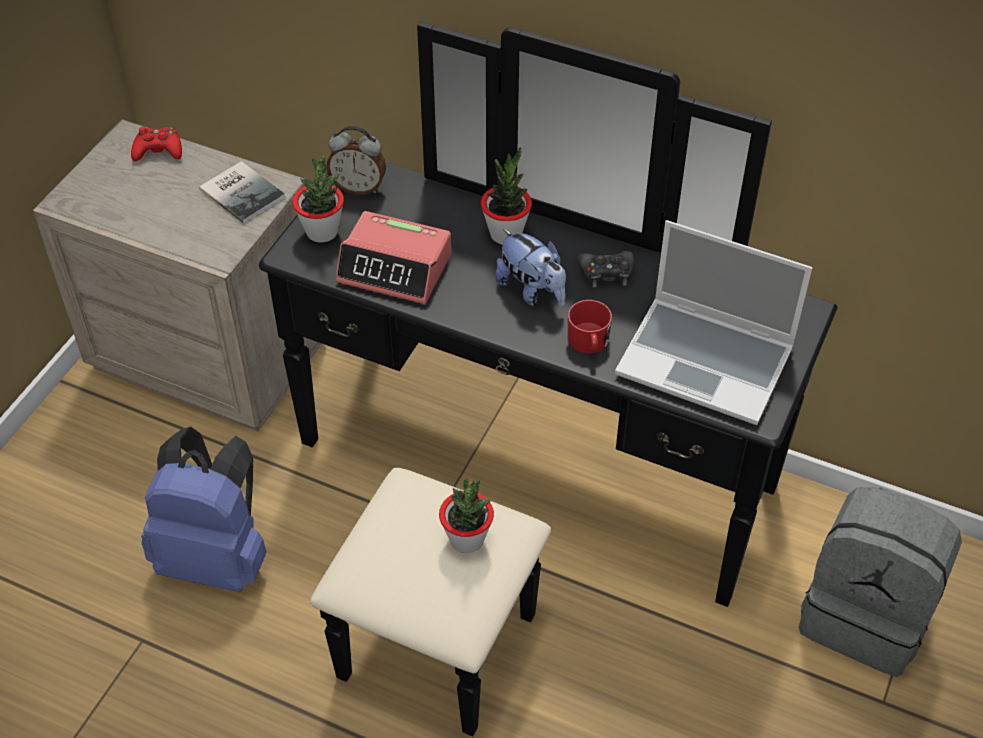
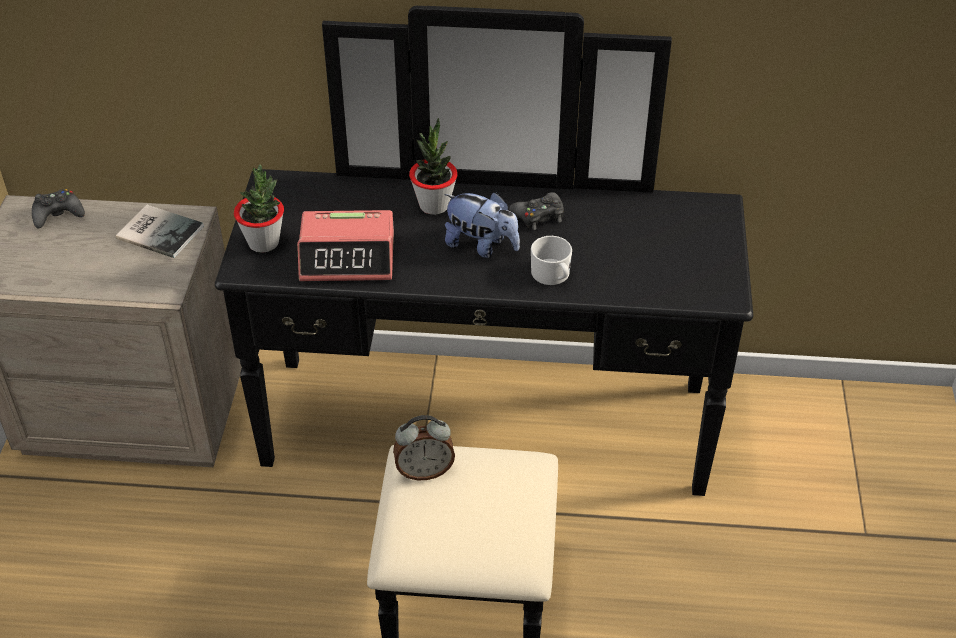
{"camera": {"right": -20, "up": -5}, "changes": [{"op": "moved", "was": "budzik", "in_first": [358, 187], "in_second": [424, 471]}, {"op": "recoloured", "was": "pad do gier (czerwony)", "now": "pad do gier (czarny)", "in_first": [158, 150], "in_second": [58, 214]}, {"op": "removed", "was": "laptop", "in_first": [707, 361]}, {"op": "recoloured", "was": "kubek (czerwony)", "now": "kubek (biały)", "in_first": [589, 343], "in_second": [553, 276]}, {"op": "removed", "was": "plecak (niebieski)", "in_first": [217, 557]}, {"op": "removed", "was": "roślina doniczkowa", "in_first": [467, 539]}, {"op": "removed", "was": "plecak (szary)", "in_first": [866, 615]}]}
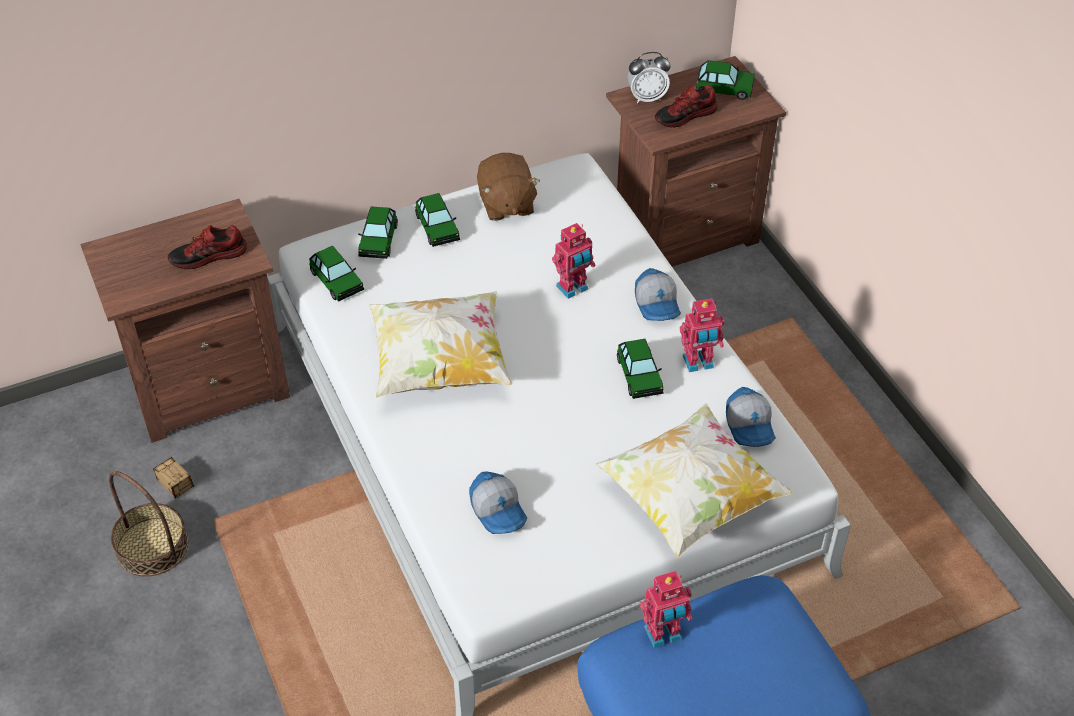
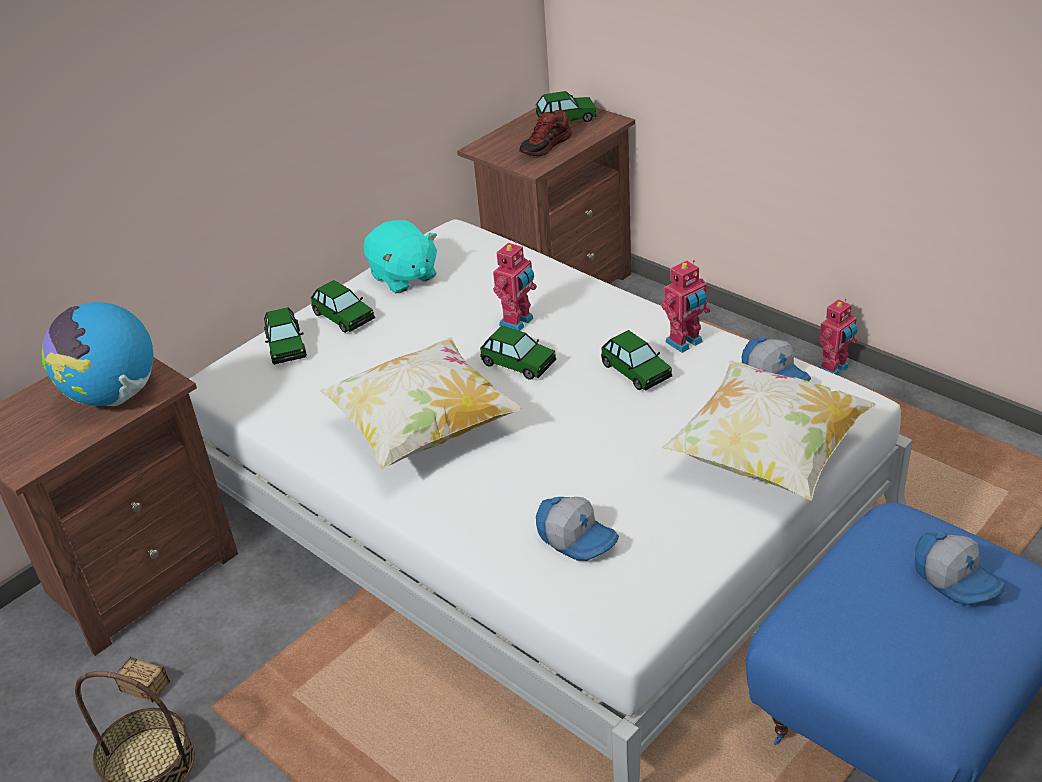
{"camera": {"right": -20, "up": -10}, "changes": [{"op": "removed", "was": "budzik", "in_first": [647, 98]}, {"op": "recoloured", "was": "pluszak (brązowy)", "now": "pluszak (turkusowy)", "in_first": [506, 204], "in_second": [403, 277]}, {"op": "replaced", "was": "but", "now": "globus", "in_first": [208, 257], "in_second": [113, 396]}, {"op": "moved", "was": "samochodzik", "in_first": [337, 281], "in_second": [518, 363]}, {"op": "moved", "was": "czapka z daszkiem", "in_first": [658, 304], "in_second": [956, 578]}, {"op": "moved", "was": "robot zabawkowy", "in_first": [663, 635], "in_second": [834, 369]}]}
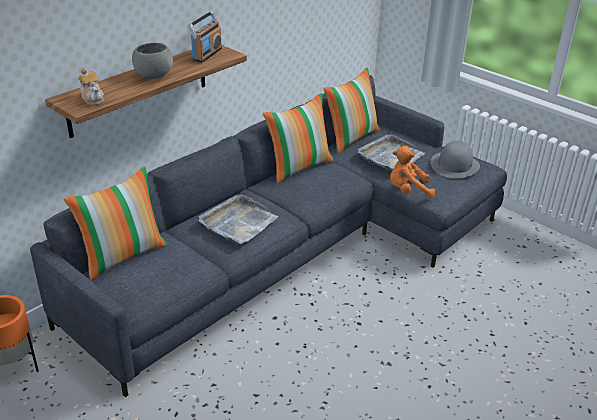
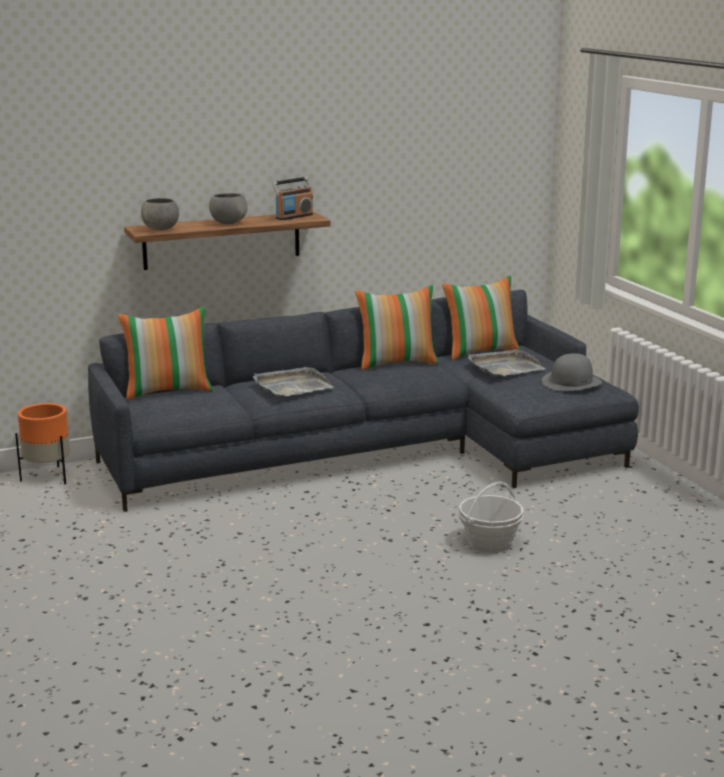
{"camera": {"right": 25, "up": -15}, "changes": [{"op": "replaced", "was": "imbryk", "now": "miska (szary)", "in_first": [93, 98], "in_second": [161, 229]}, {"op": "removed", "was": "pluszak (pomarańczowy)", "in_first": [408, 190]}, {"op": "added", "now": "koszyk", "in_second": [489, 542]}]}
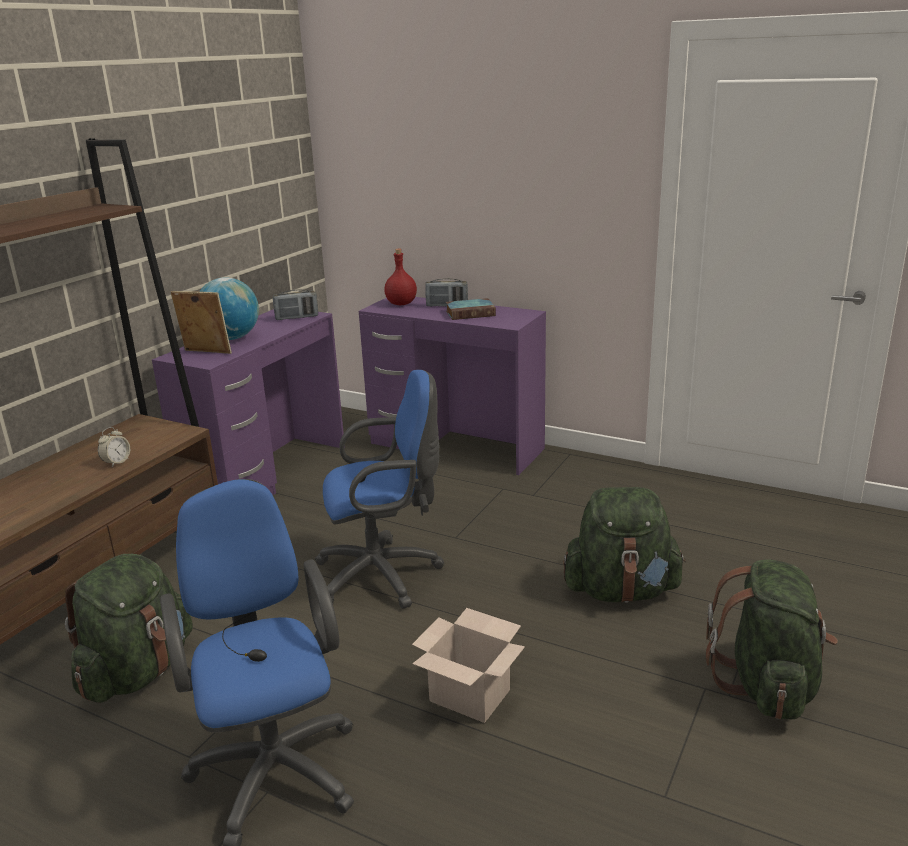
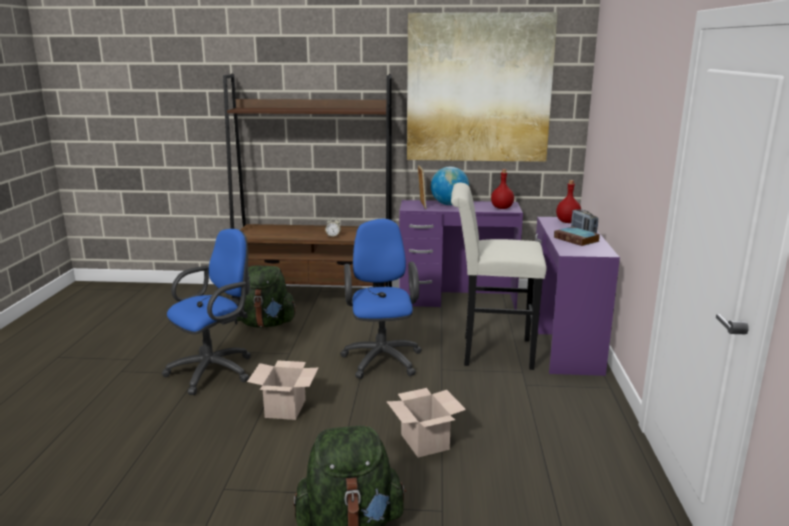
{"camera": {"right": 65, "up": -5}, "changes": [{"op": "replaced", "was": "radio", "now": "butelka (czerwony)", "in_first": [296, 317], "in_second": [502, 208]}, {"op": "turned", "was": "krzesło biurowe (niebieski)", "in_first": [384, 575], "in_second": [382, 358], "clockwise": -150}, {"op": "replaced", "was": "plecak (zielony)", "now": "karton", "in_first": [621, 591], "in_second": [426, 442]}, {"op": "added", "now": "obraz", "in_second": [478, 88]}, {"op": "added", "now": "stołek (biały)", "in_second": [490, 352]}]}
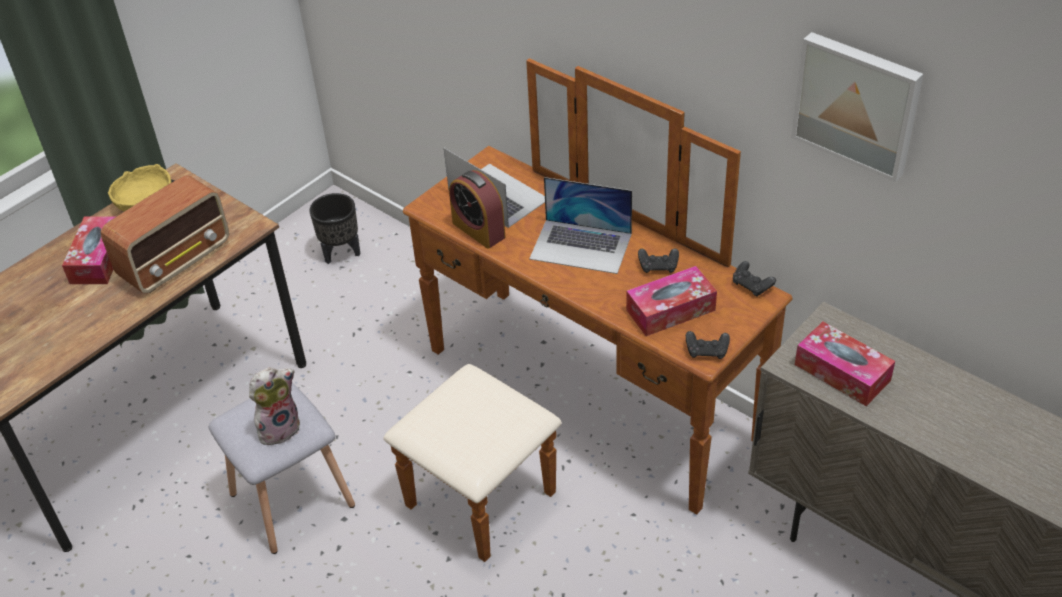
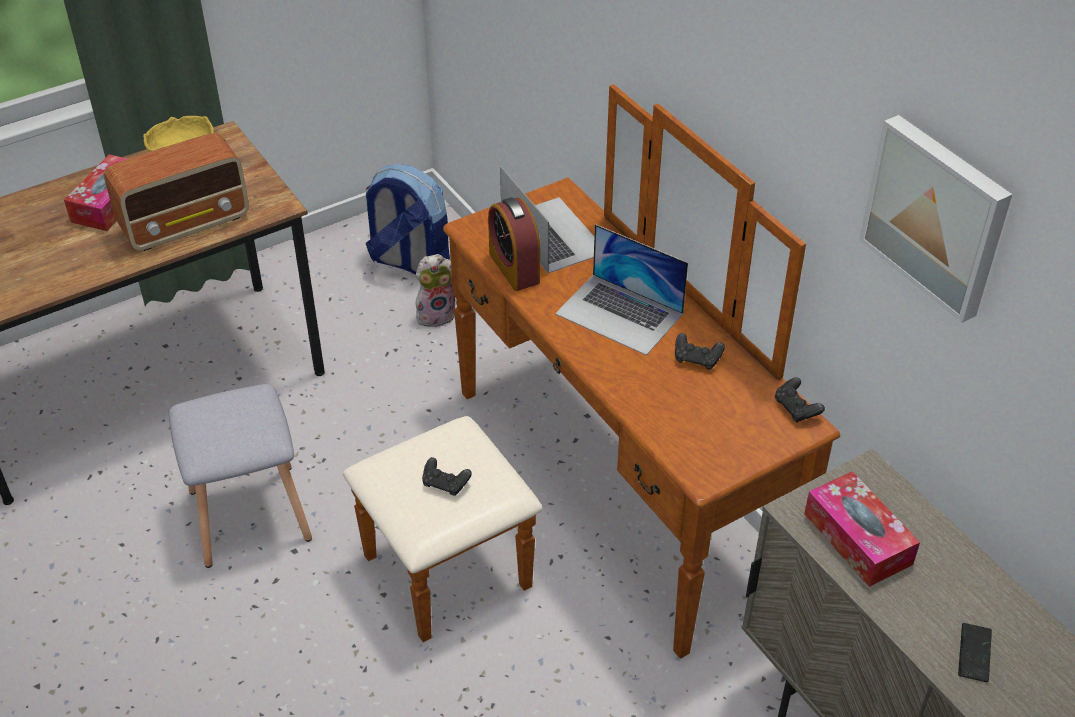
{"camera": {"right": 15, "up": 0}, "changes": [{"op": "replaced", "was": "donica (czarny)", "now": "plecak", "in_first": [340, 253], "in_second": [409, 262]}, {"op": "removed", "was": "pudełko chusteczek", "in_first": [670, 310]}, {"op": "moved", "was": "pad do gier (czarny)", "in_first": [707, 351], "in_second": [445, 484]}, {"op": "moved", "was": "pluszak", "in_first": [279, 428], "in_second": [437, 315]}, {"op": "added", "now": "telefon", "in_second": [974, 653]}]}
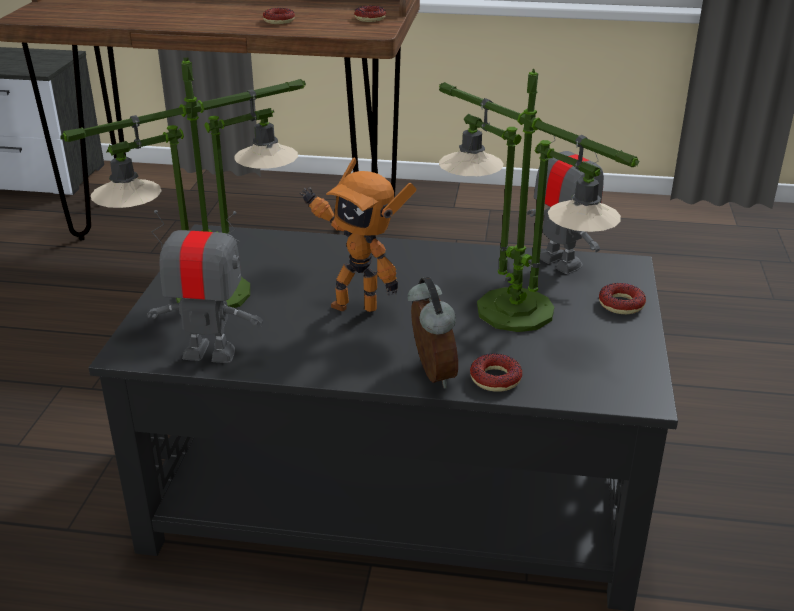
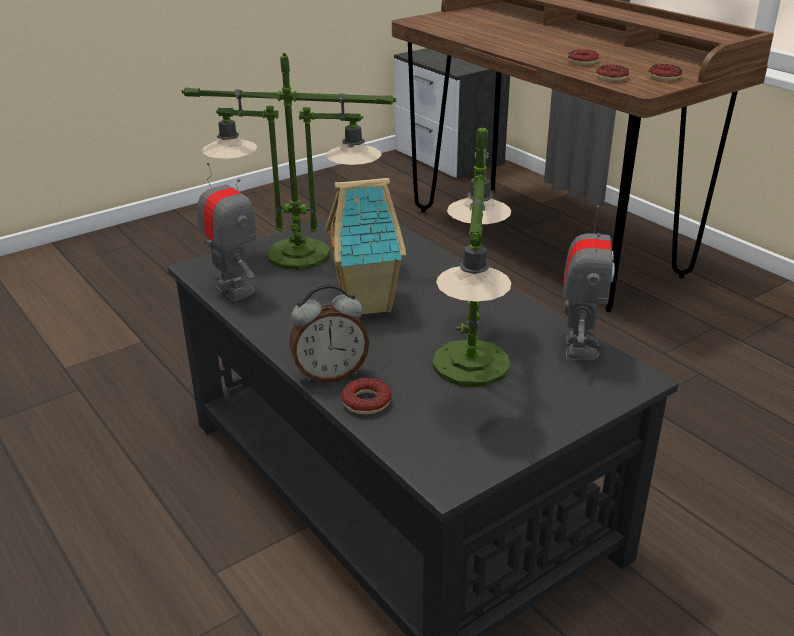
{"camera": {"right": 45, "up": 0}, "changes": [{"op": "replaced", "was": "robot zabawkowy", "now": "domek", "in_first": [355, 305], "in_second": [368, 304]}, {"op": "turned", "was": "budzik", "in_first": [430, 374], "in_second": [330, 374], "clockwise": 45}, {"op": "moved", "was": "donut", "in_first": [621, 304], "in_second": [611, 78]}]}
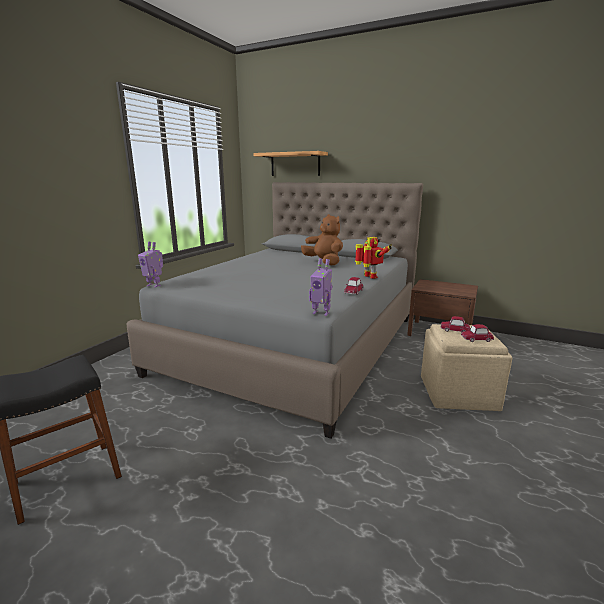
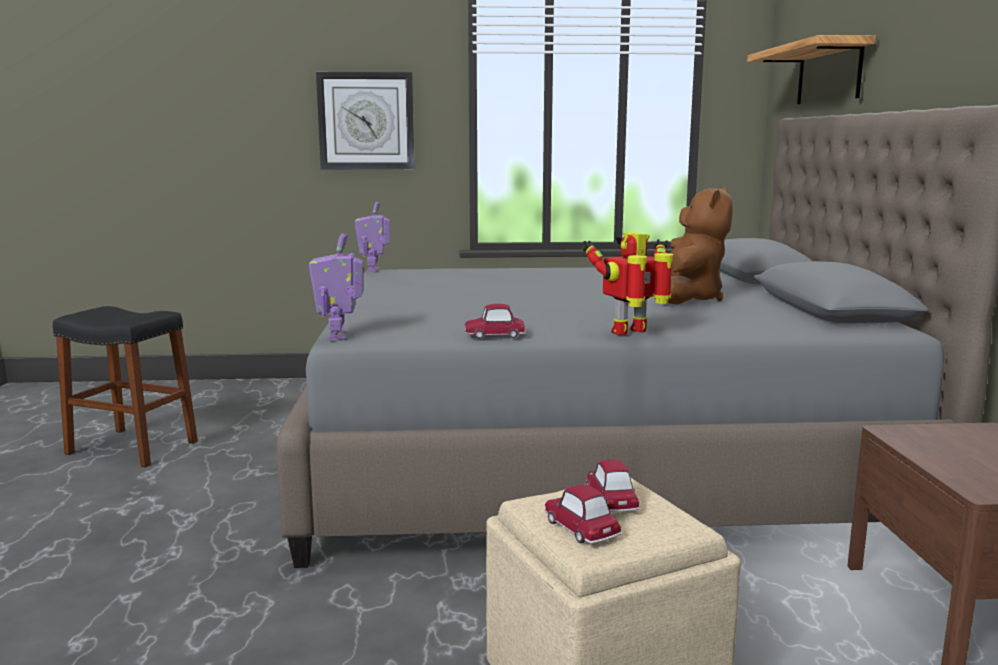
{"camera": {"right": 60, "up": -5}, "changes": [{"op": "turned", "was": "robot zabawkowy", "in_first": [370, 277], "in_second": [632, 332], "clockwise": -150}, {"op": "added", "now": "zegar ścienny", "in_second": [366, 121]}]}
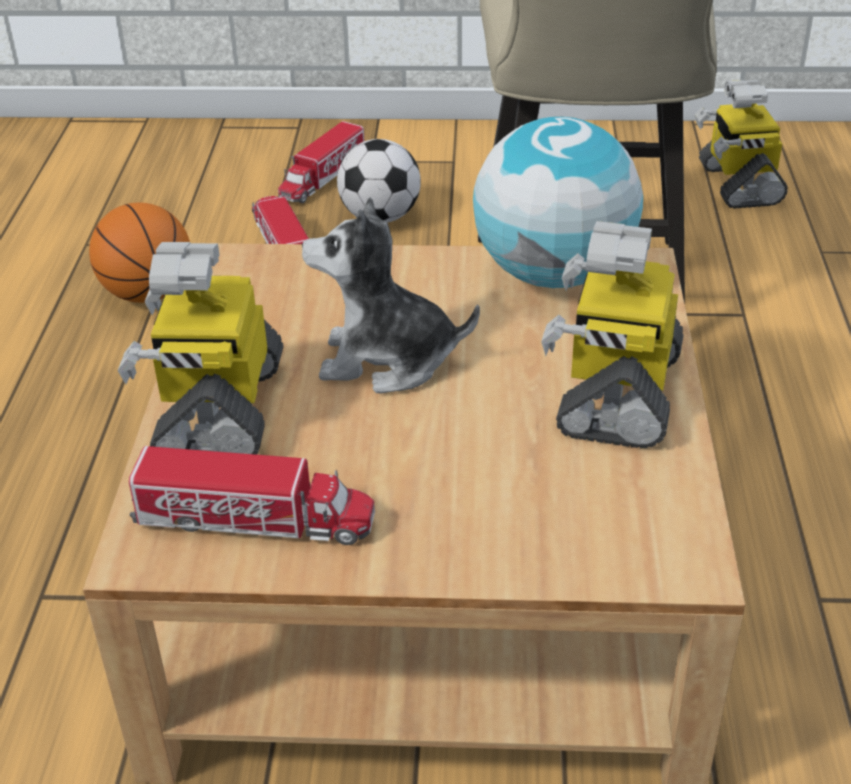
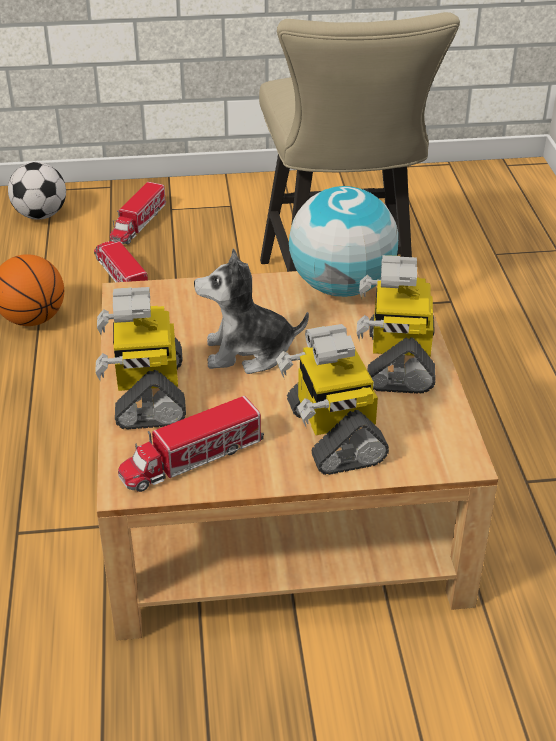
{"camera": {"right": -10, "up": 0}, "changes": [{"op": "moved", "was": "robot zabawkowy", "in_first": [737, 183], "in_second": [332, 433]}, {"op": "moved", "was": "piłka futbolowa", "in_first": [380, 217], "in_second": [41, 215]}, {"op": "turned", "was": "ciężarówka zabawkowa", "in_first": [254, 520], "in_second": [192, 459], "clockwise": 150}]}
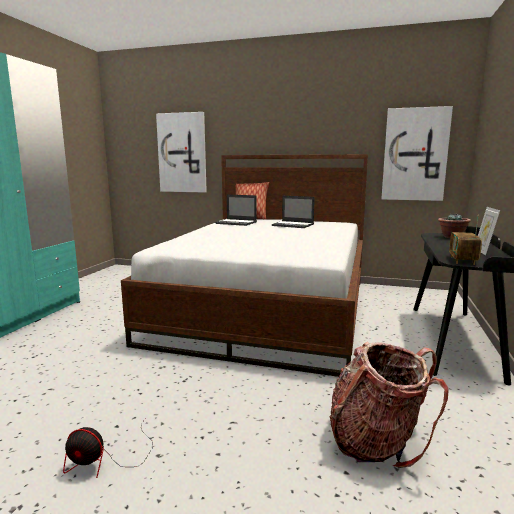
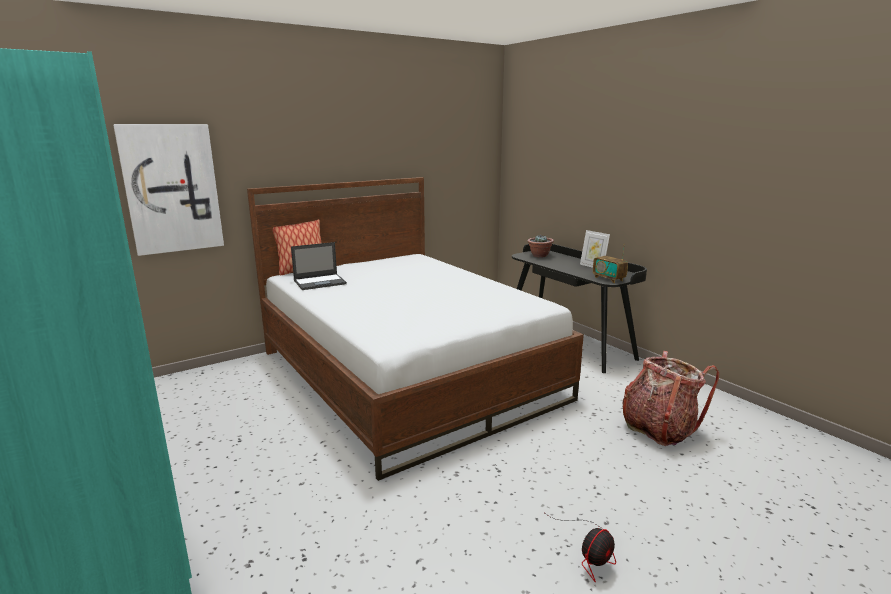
{"camera": {"right": -50, "up": 5}, "changes": [{"op": "removed", "was": "obraz", "in_first": [415, 155]}, {"op": "removed", "was": "laptop", "in_first": [293, 225]}]}
